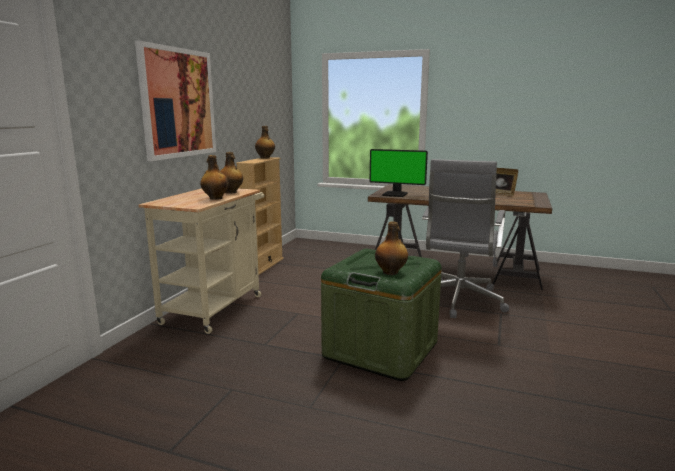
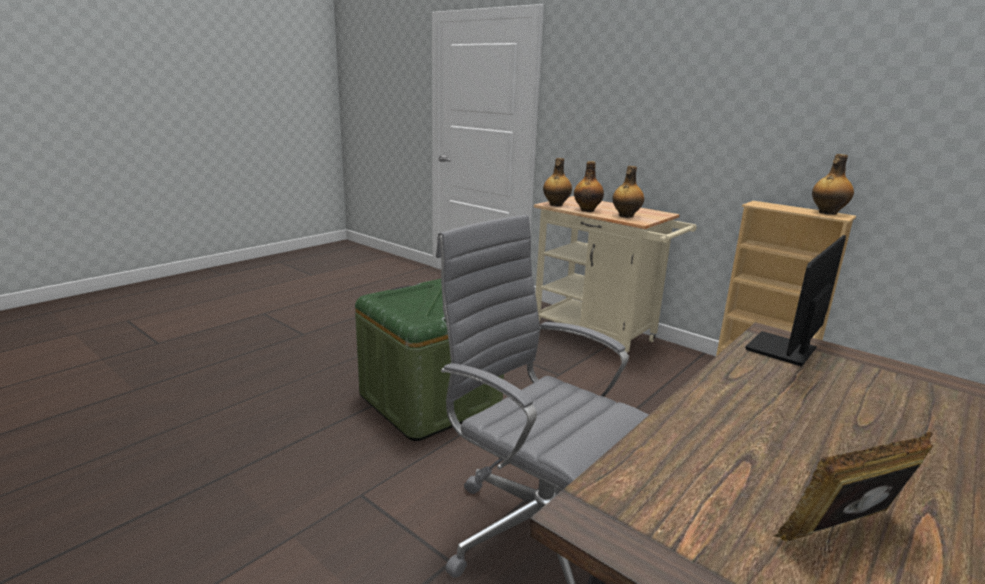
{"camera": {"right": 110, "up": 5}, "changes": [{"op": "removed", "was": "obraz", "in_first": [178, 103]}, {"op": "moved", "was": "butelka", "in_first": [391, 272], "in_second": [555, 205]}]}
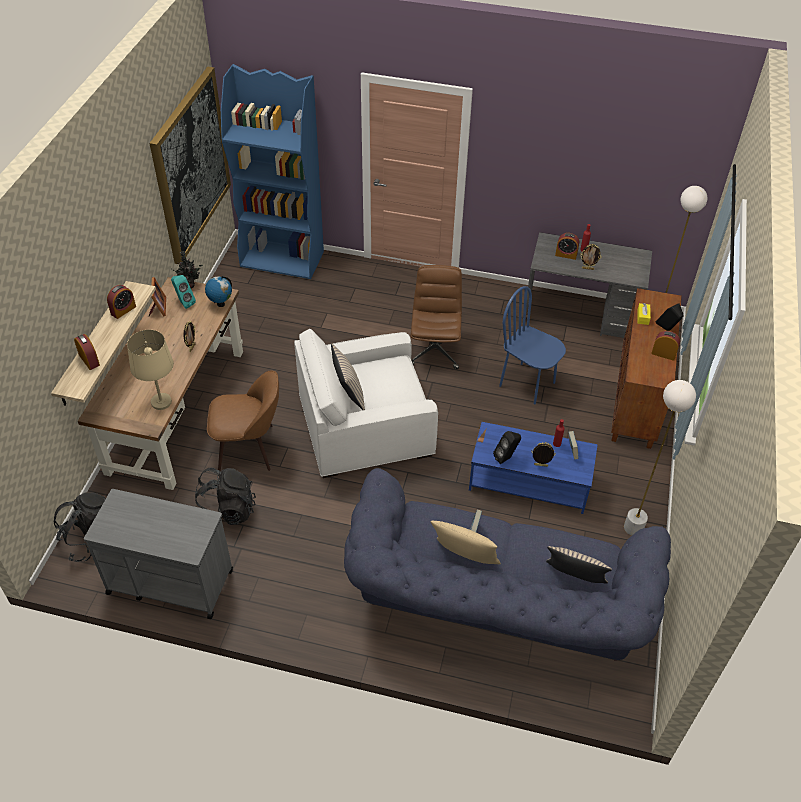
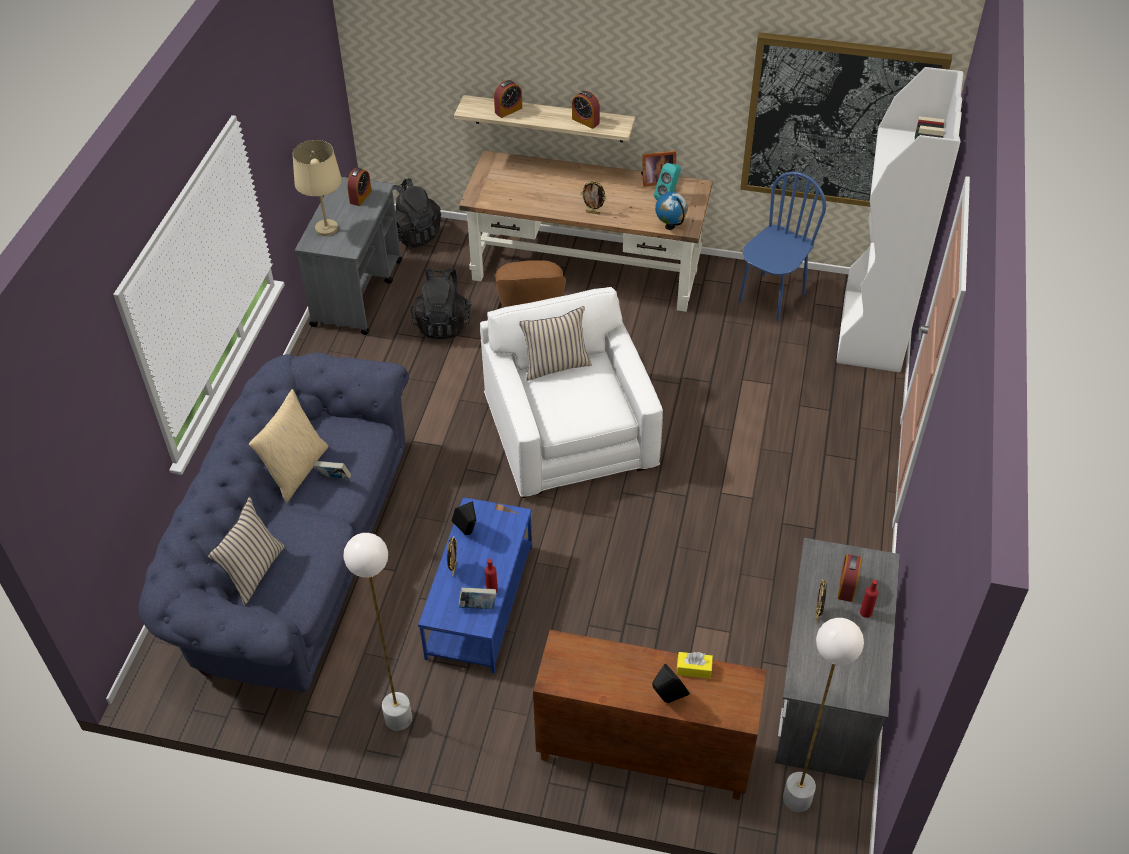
{"camera": {"right": 90, "up": 0}, "changes": [{"op": "recoloured", "was": "regał (niebieski)", "now": "regał (biały)", "in_first": [283, 259], "in_second": [872, 332]}, {"op": "removed", "was": "roślina doniczkowa", "in_first": [190, 285]}, {"op": "removed", "was": "krzesło biurowe (brązowy)", "in_first": [434, 350]}, {"op": "moved", "was": "krzesło (niebieski)", "in_first": [527, 384], "in_second": [771, 297]}, {"op": "moved", "was": "lampa stołowa (beżowy)", "in_first": [161, 402], "in_second": [326, 229]}, {"op": "moved", "was": "budzik", "in_first": [663, 354], "in_second": [360, 197]}]}
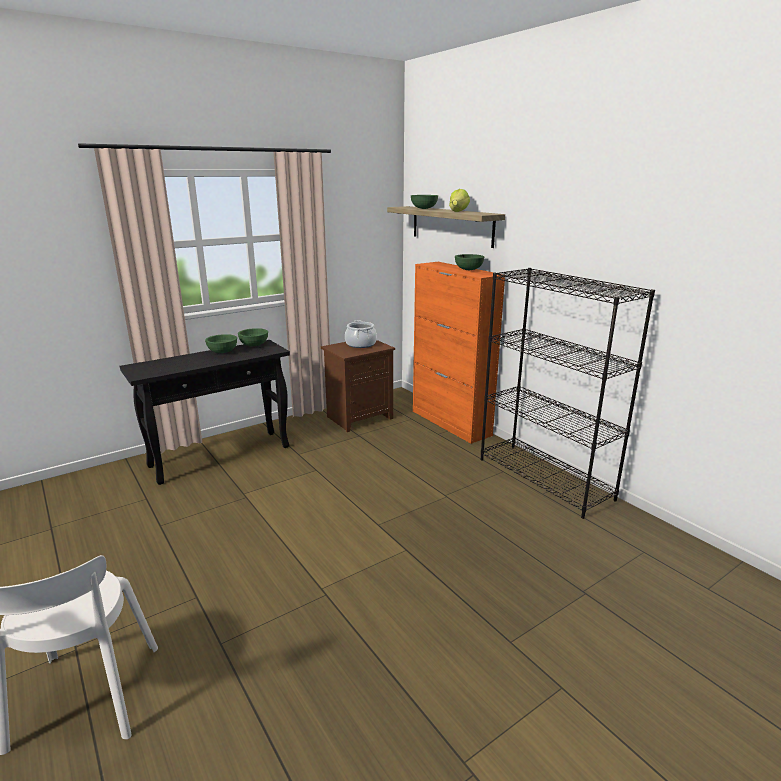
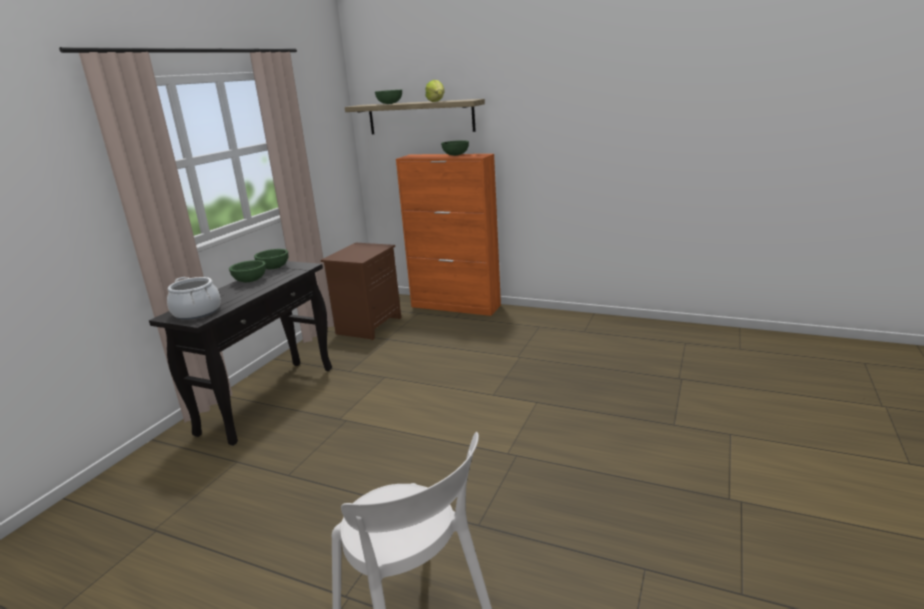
{"camera": {"right": -30, "up": 0}, "changes": [{"op": "removed", "was": "regał (czarny)", "in_first": [545, 479]}, {"op": "moved", "was": "garnek", "in_first": [360, 344], "in_second": [197, 312]}]}
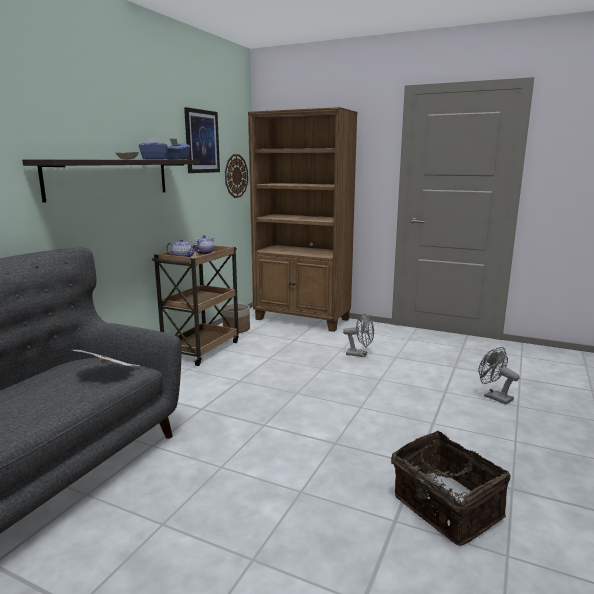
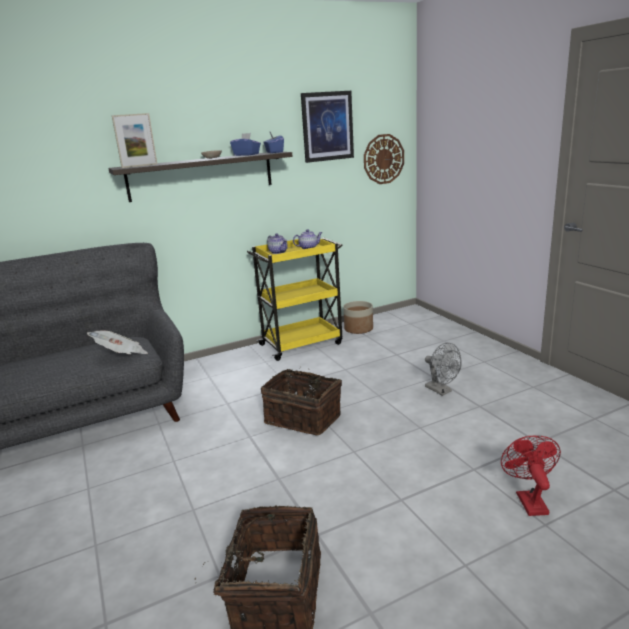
{"camera": {"right": 40, "up": 5}, "changes": [{"op": "removed", "was": "regał (brązowy)", "in_first": [302, 319]}, {"op": "recoloured", "was": "wózek (brązowy)", "now": "wózek (żółty)", "in_first": [202, 349], "in_second": [302, 343]}, {"op": "recoloured", "was": "wentylator (szary)", "now": "wentylator (czerwony)", "in_first": [494, 397], "in_second": [529, 500]}, {"op": "added", "now": "ramka na zdjęcie", "in_second": [139, 166]}, {"op": "added", "now": "koszyk", "in_second": [304, 418]}]}
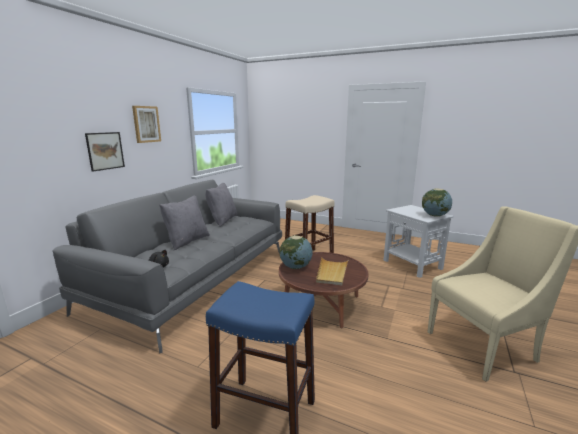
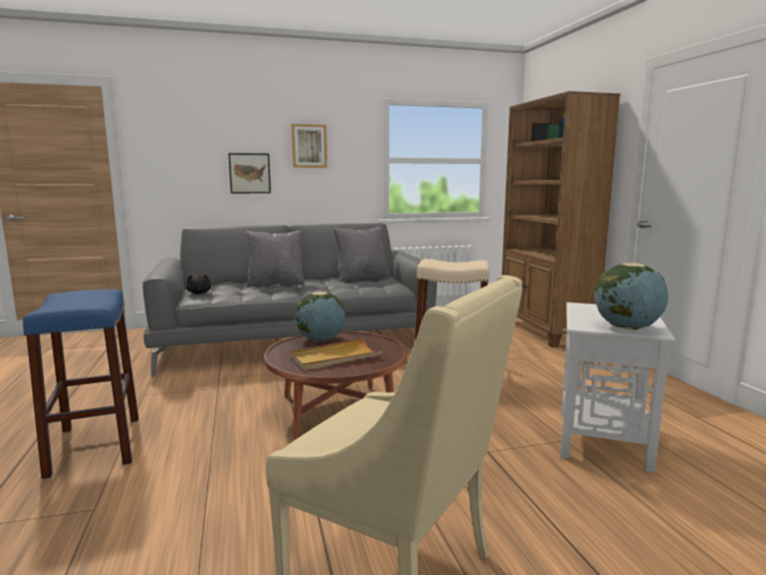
{"camera": {"right": 50, "up": -5}, "changes": [{"op": "added", "now": "regał (brązowy)", "in_second": [545, 331]}]}
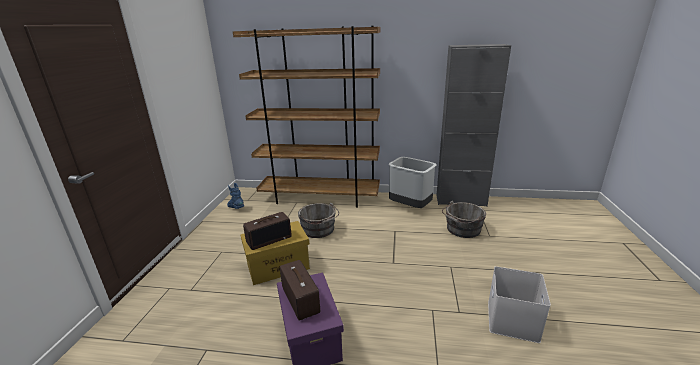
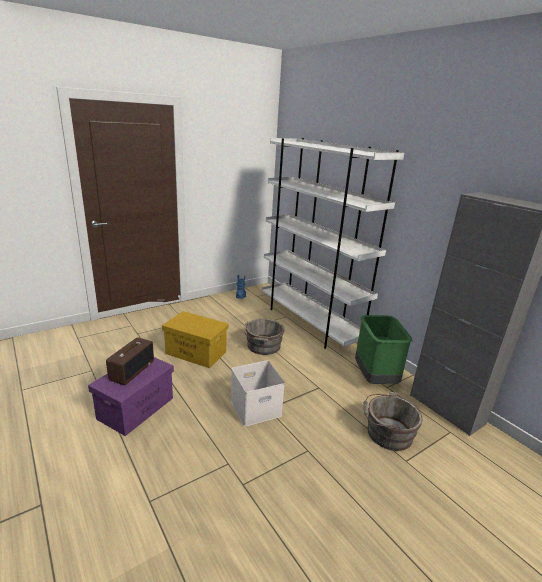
{"camera": {"right": 45, "up": 0}, "changes": [{"op": "recoloured", "was": "regał (brązowy)", "now": "regał (biały)", "in_first": [320, 198], "in_second": [309, 323]}, {"op": "recoloured", "was": "kosz na śmieci (szary)", "now": "kosz na śmieci (zielony)", "in_first": [409, 207], "in_second": [374, 378]}, {"op": "removed", "was": "radio", "in_first": [269, 239]}, {"op": "moved", "was": "pojemnik do przechowywania (biały)", "in_first": [513, 321], "in_second": [255, 409]}]}
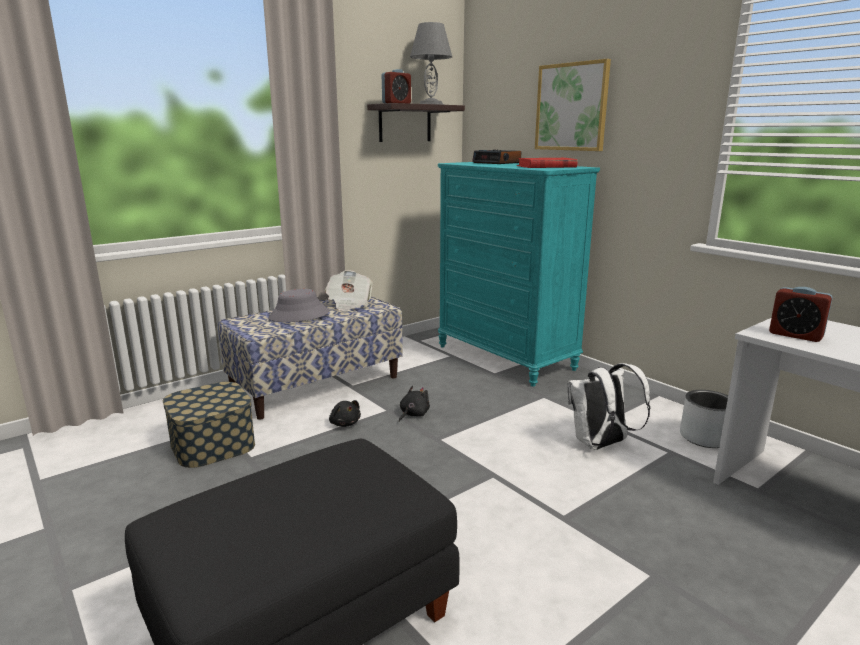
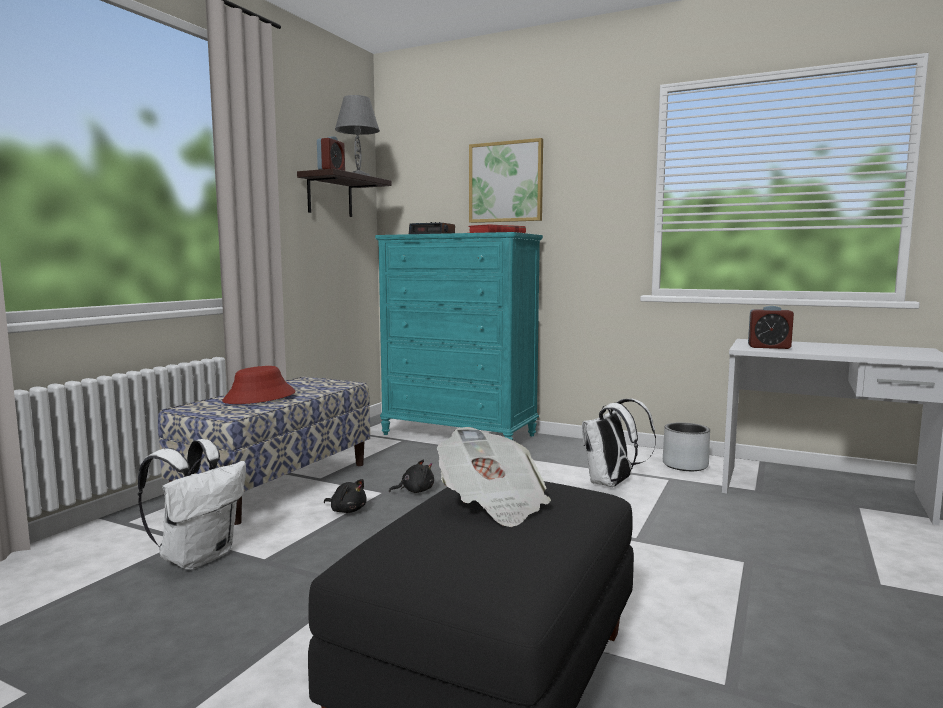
{"camera": {"right": -25, "up": -10}, "changes": [{"op": "moved", "was": "gazeta", "in_first": [349, 303], "in_second": [493, 504]}, {"op": "recoloured", "was": "kapelusz (szary)", "now": "kapelusz (czerwony)", "in_first": [299, 315], "in_second": [260, 397]}, {"op": "replaced", "was": "pojemnik do przechowywania", "now": "plecak (biały)", "in_first": [212, 444], "in_second": [198, 557]}, {"op": "turned", "was": "pluszak (czarny)", "in_first": [413, 414], "in_second": [415, 491], "clockwise": 60}]}
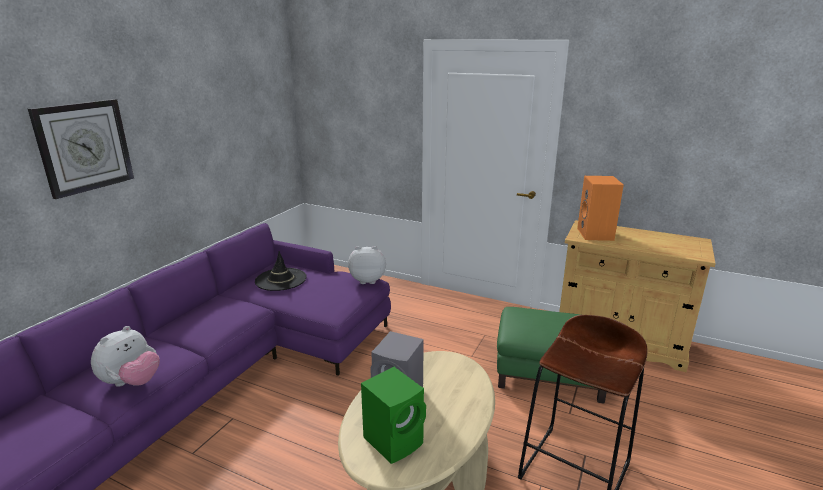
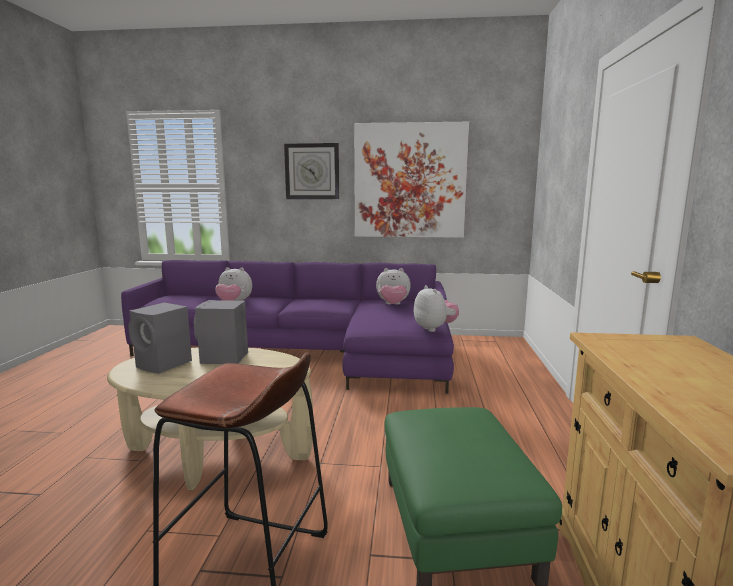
{"camera": {"right": 70, "up": -10}, "changes": [{"op": "removed", "was": "głośnik (pomarańczowy)", "in_first": [596, 234]}, {"op": "replaced", "was": "kapelusz (czarny)", "now": "pluszak", "in_first": [280, 279], "in_second": [393, 305]}, {"op": "recoloured", "was": "głośnik (zielony)", "now": "głośnik (szary)", "in_first": [395, 440], "in_second": [164, 365]}, {"op": "added", "now": "obraz", "in_second": [409, 181]}]}
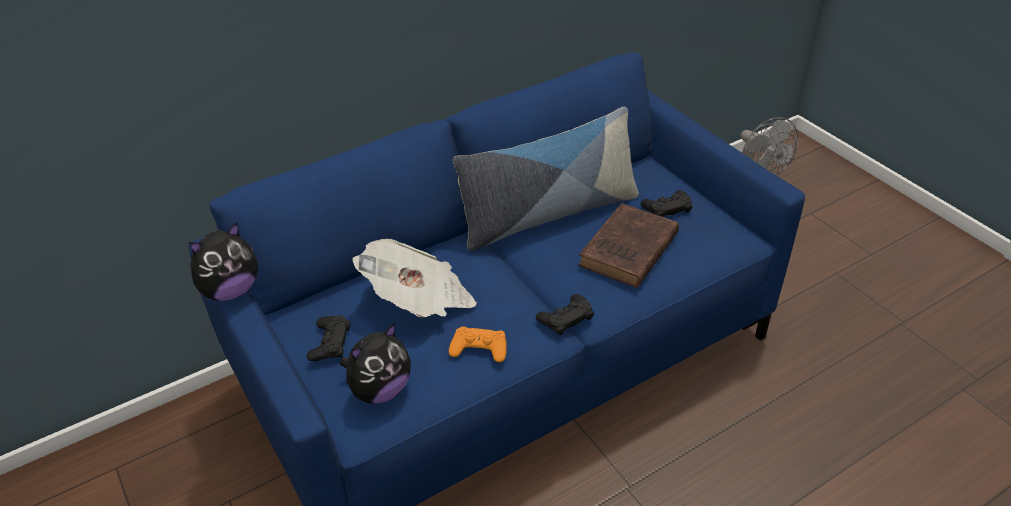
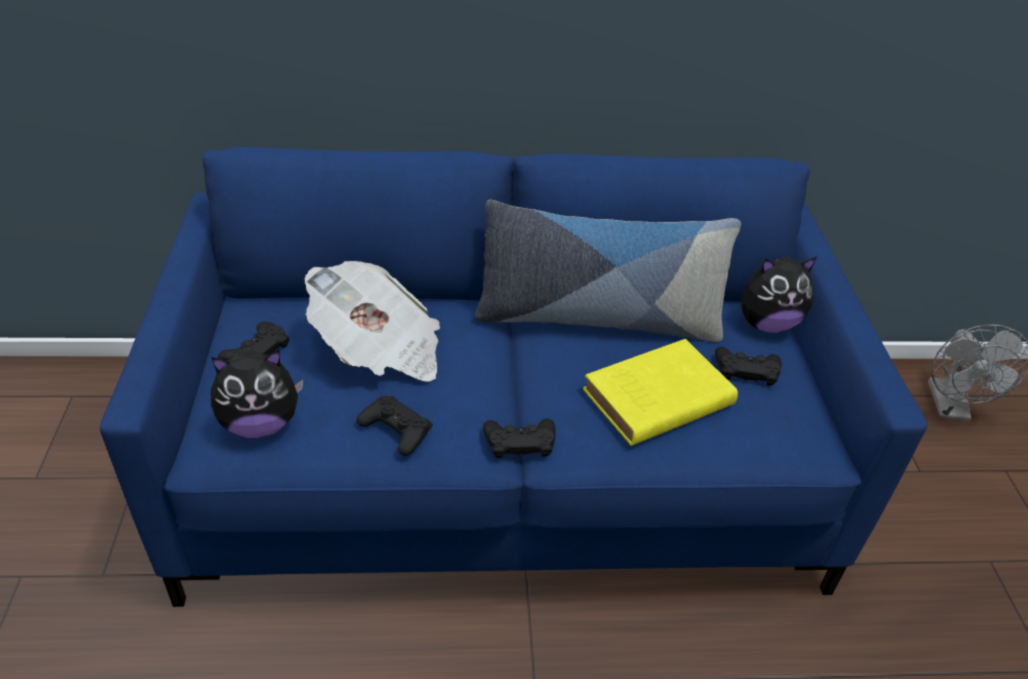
{"camera": {"right": 25, "up": 0}, "changes": [{"op": "recoloured", "was": "książka (brązowy)", "now": "książka (żółty)", "in_first": [627, 252], "in_second": [654, 399]}, {"op": "moved", "was": "pluszak", "in_first": [231, 290], "in_second": [766, 323]}, {"op": "recoloured", "was": "pad do gier (pomarańczowy)", "now": "pad do gier (czarny)", "in_first": [479, 348], "in_second": [396, 429]}]}
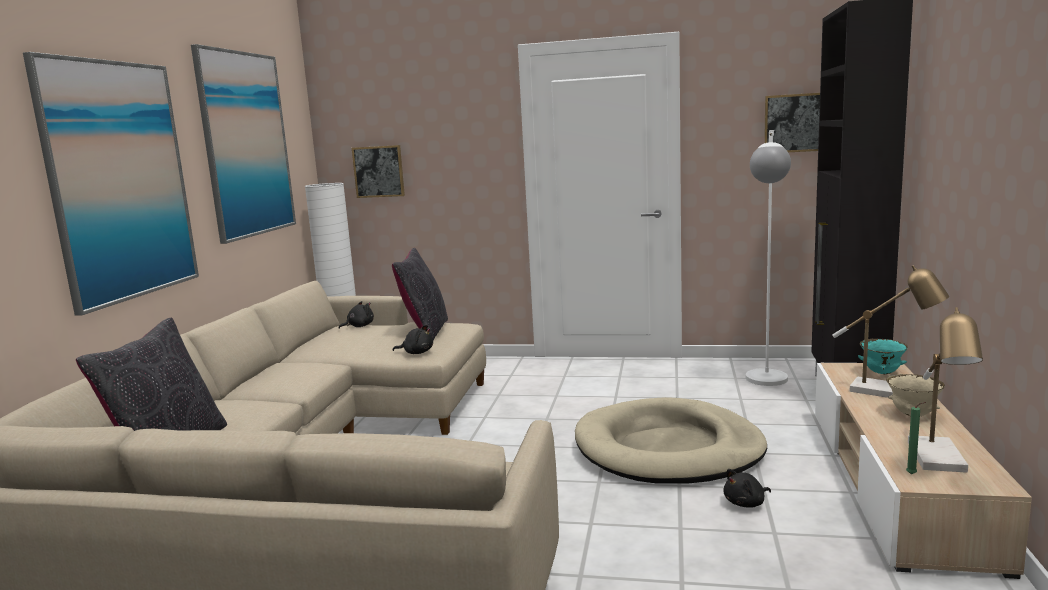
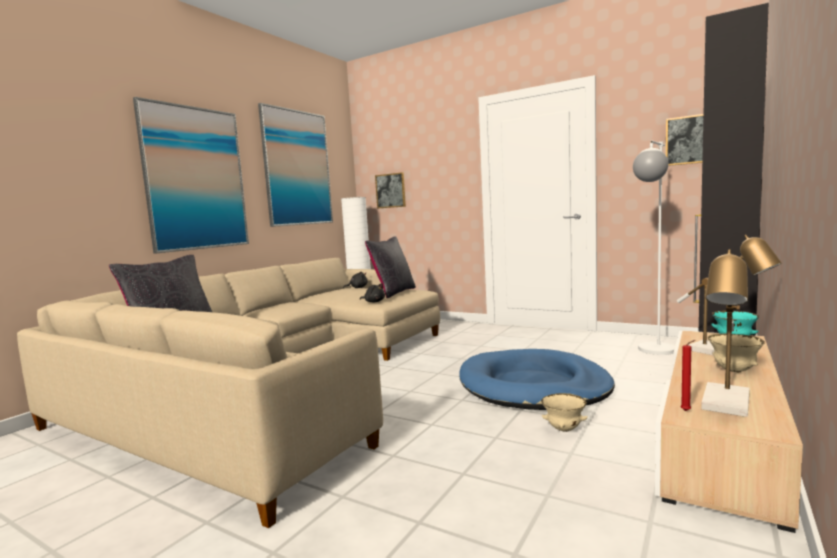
{"camera": {"right": 20, "up": -5}, "changes": [{"op": "recoloured", "was": "legowisko (beżowy)", "now": "legowisko (niebieski)", "in_first": [668, 449], "in_second": [533, 386]}, {"op": "recoloured", "was": "świeca (zielony)", "now": "świeca (czerwony)", "in_first": [913, 474], "in_second": [687, 411]}, {"op": "replaced", "was": "pluszak (czarny)", "now": "miska (beżowy)", "in_first": [746, 503], "in_second": [564, 429]}]}
